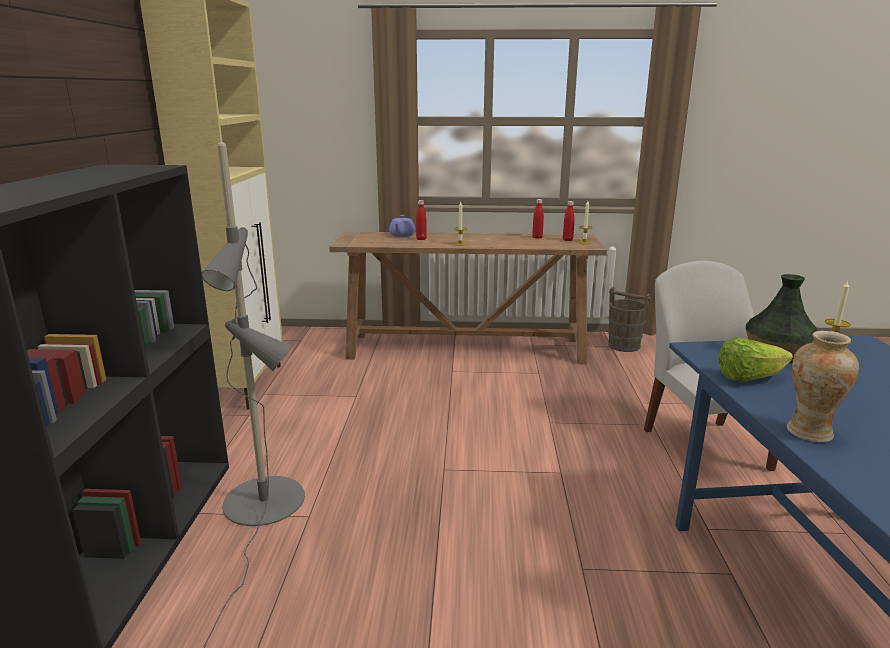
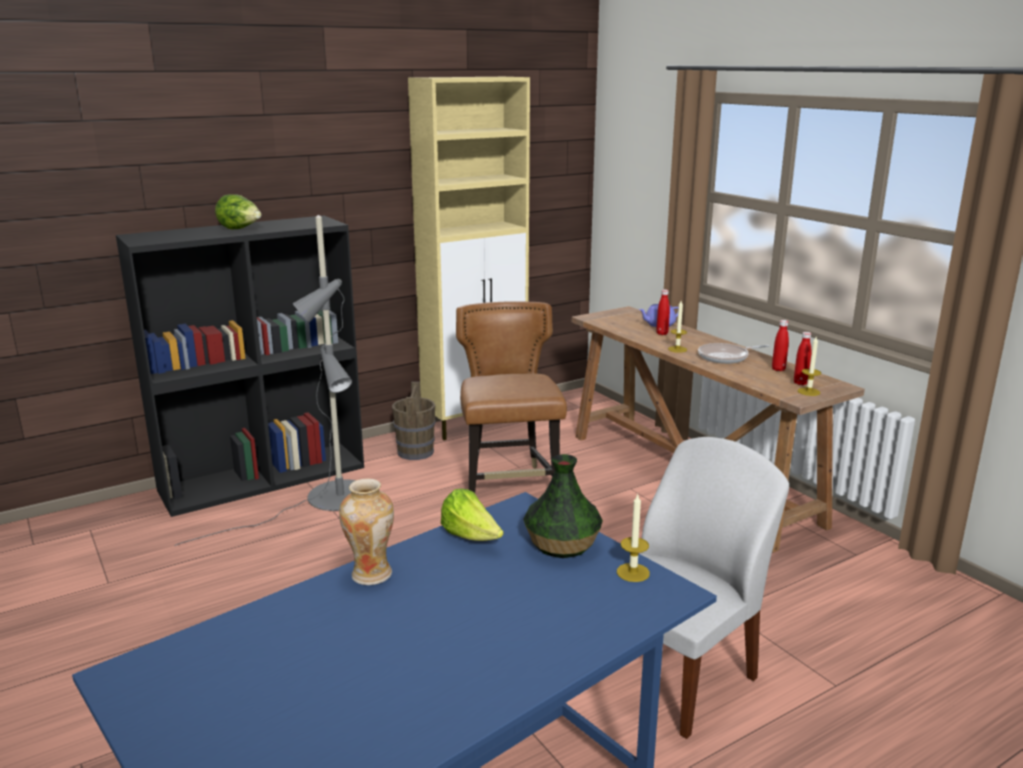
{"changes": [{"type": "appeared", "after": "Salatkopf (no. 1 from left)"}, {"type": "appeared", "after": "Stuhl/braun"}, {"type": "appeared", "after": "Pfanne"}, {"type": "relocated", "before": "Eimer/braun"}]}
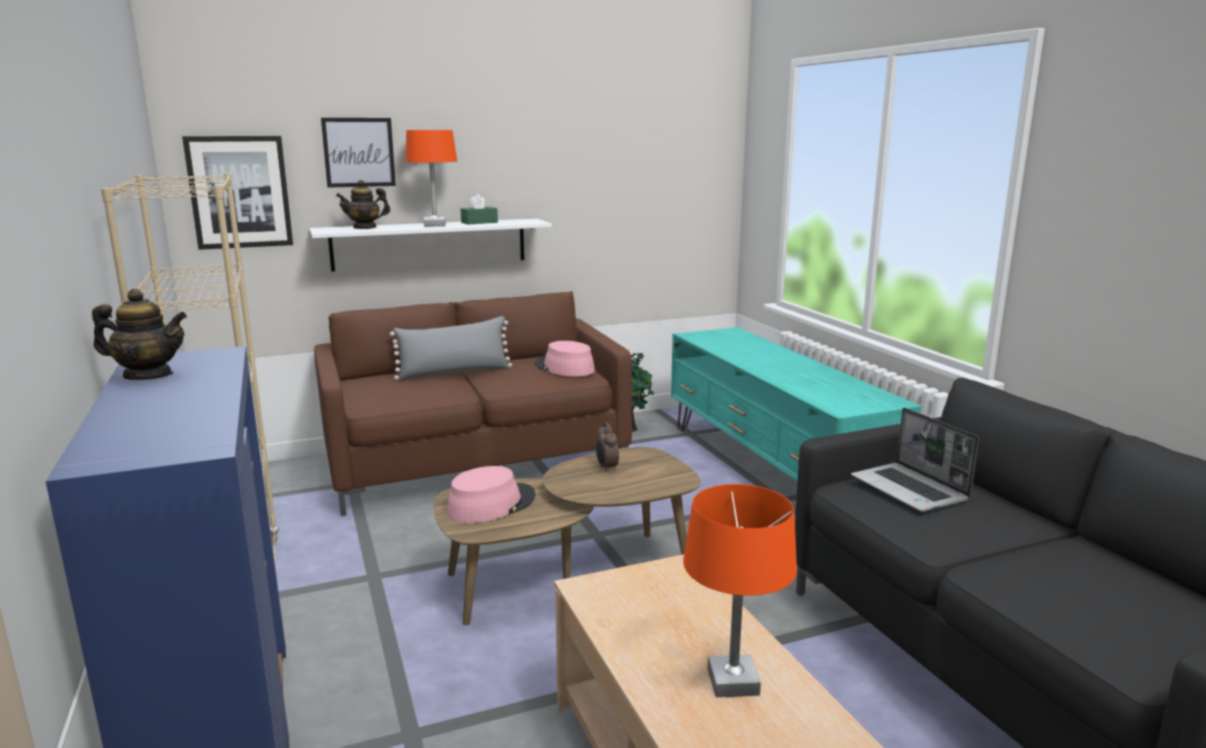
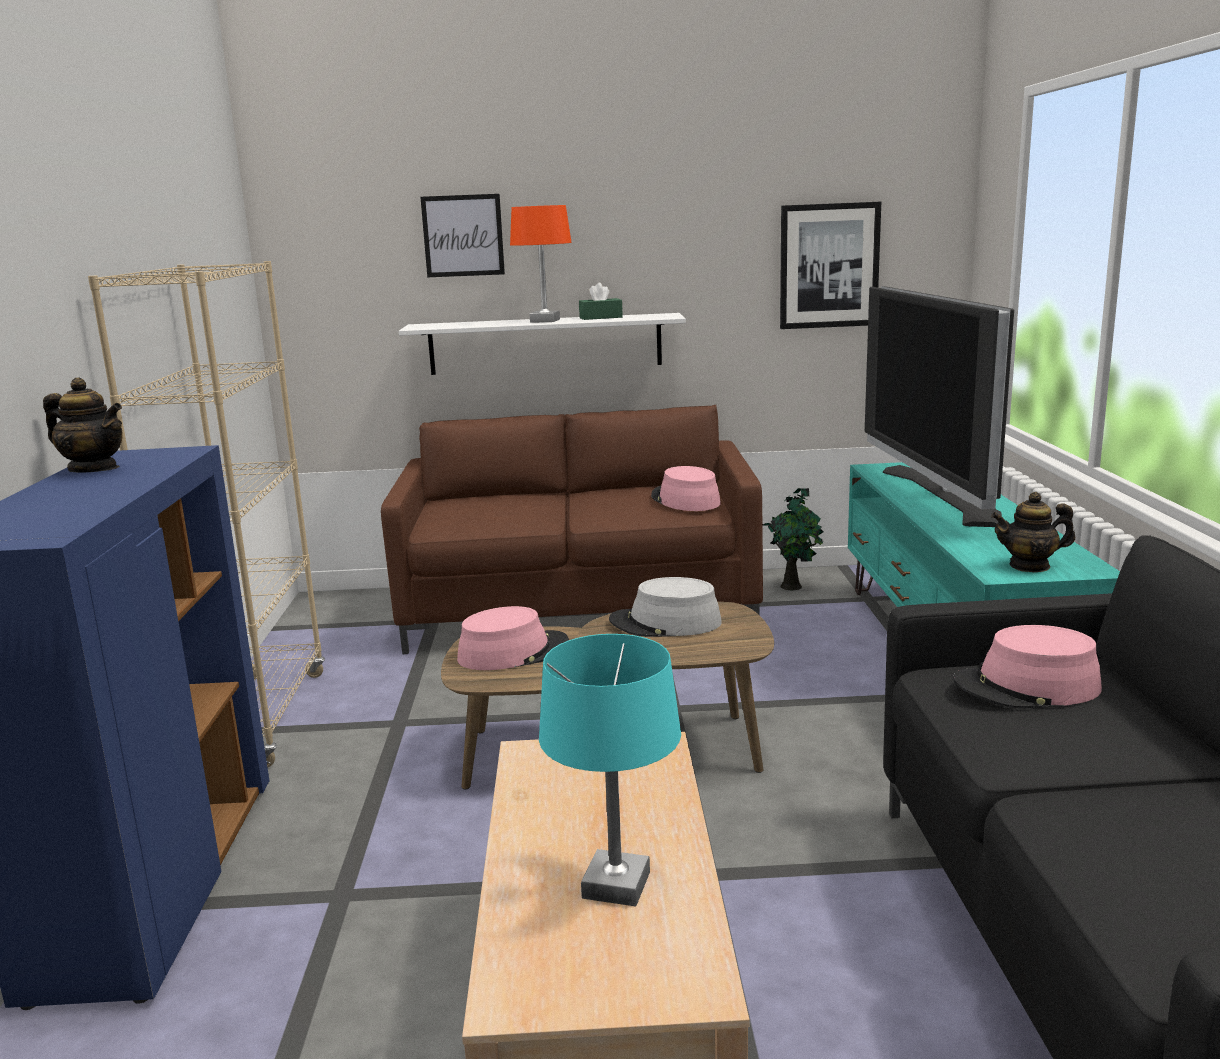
{"changes": [{"type": "missing", "before": "Kissen/grau"}, {"type": "appeared", "after": "Fernseher"}, {"type": "relocated", "before": "Bild (no. 1 from left in the first image)", "after": "Bild (no. 2 from left)"}, {"type": "relocated", "before": "Teekanne (no. 2 from left)"}, {"type": "exchanged", "before": "Wecker", "after": "Hut/grau"}, {"type": "exchanged", "before": "Laptop", "after": "Hut/rosa (no. 3 from left)"}, {"type": "colour", "before": "Tischlampe/orange (no. 2 from left)", "after": "Tischlampe/türkis"}]}
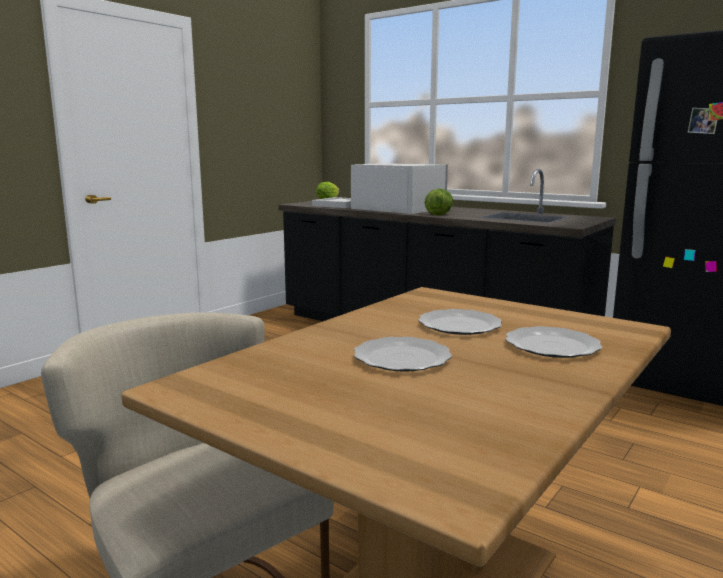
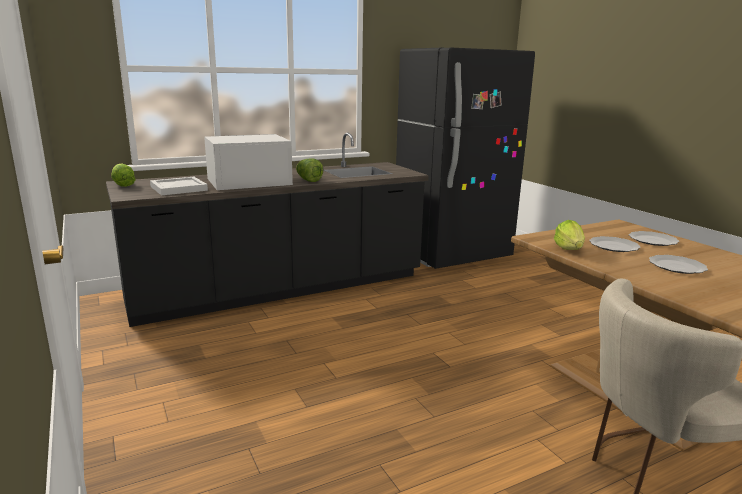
{"changes": [{"type": "appeared", "after": "Salatkopf (no. 3 from left)"}]}
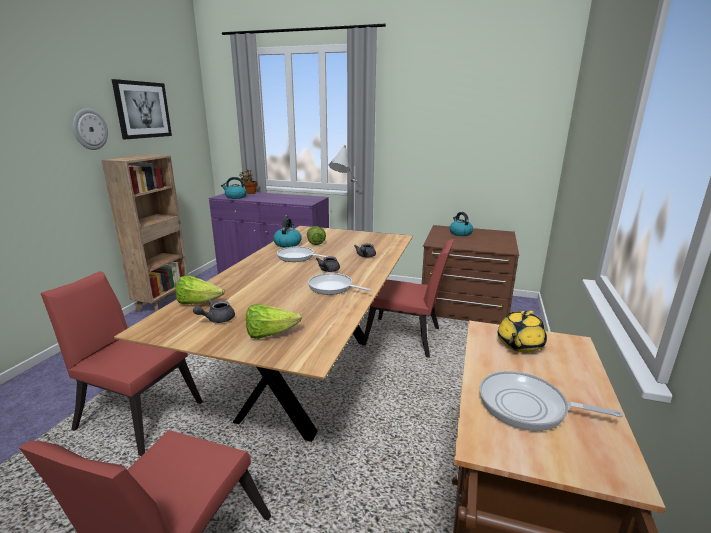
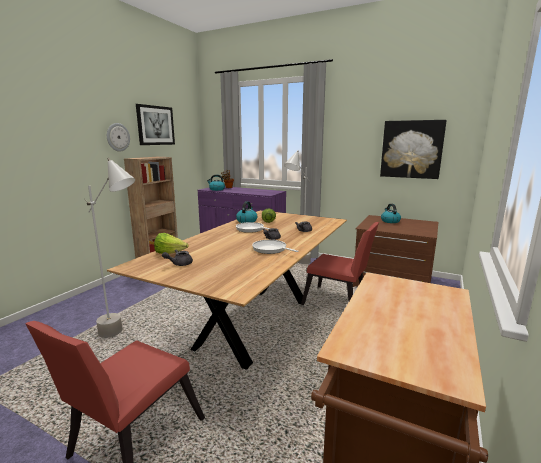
{"changes": [{"type": "missing", "before": "Salatkopf (no. 2 from left)"}, {"type": "missing", "before": "Pfanne (no. 3 from left)"}, {"type": "missing", "before": "Teekanne/gelb"}, {"type": "appeared", "after": "Bild (no. 2 from left)"}, {"type": "exchanged", "before": "Stuhl/rot (no. 1 from left)", "after": "Stehlampe/grau (no. 1 from left)"}]}
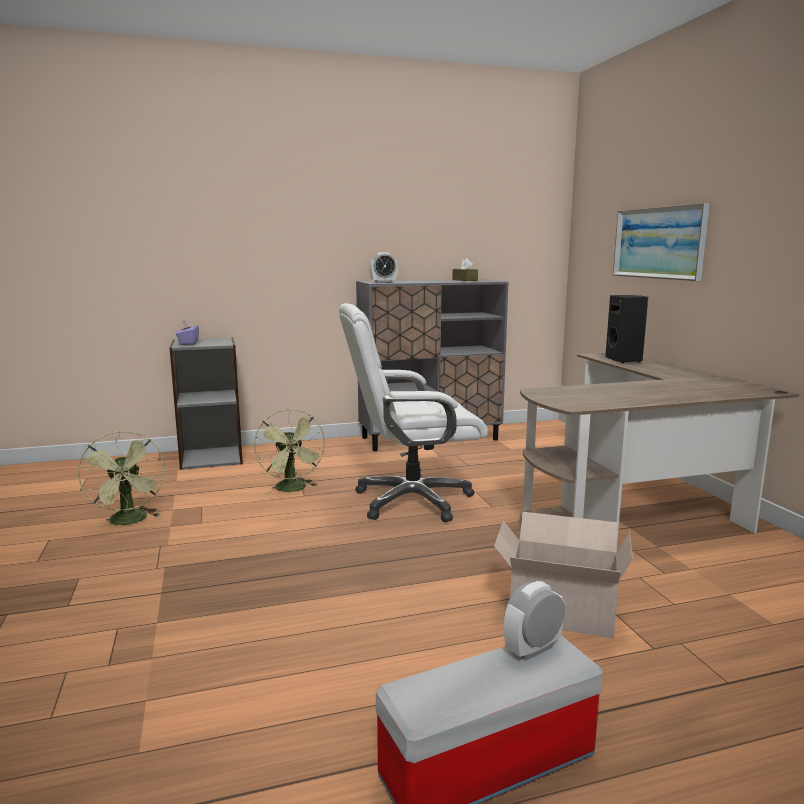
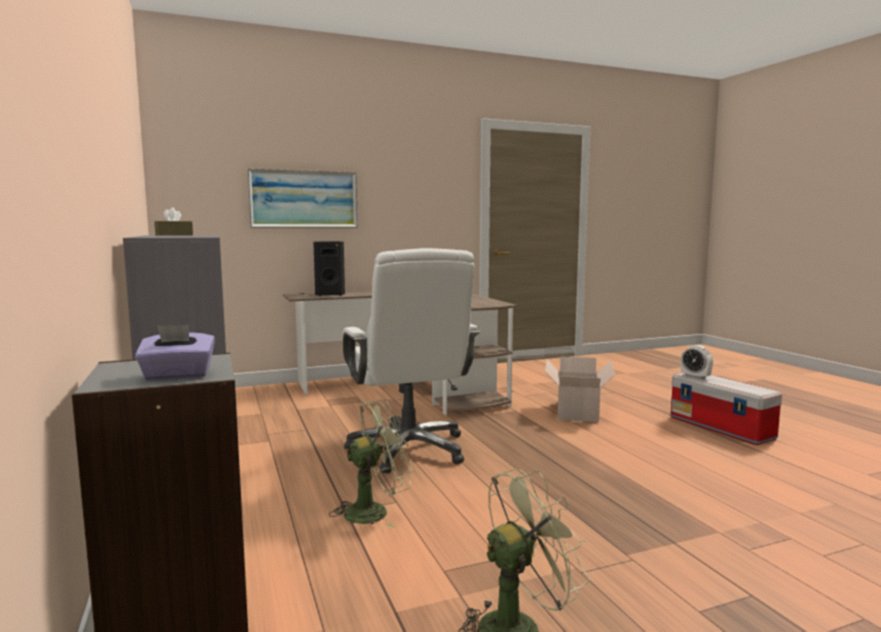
{"changes": [{"type": "missing", "before": "Wecker (no. 1 from left)"}]}
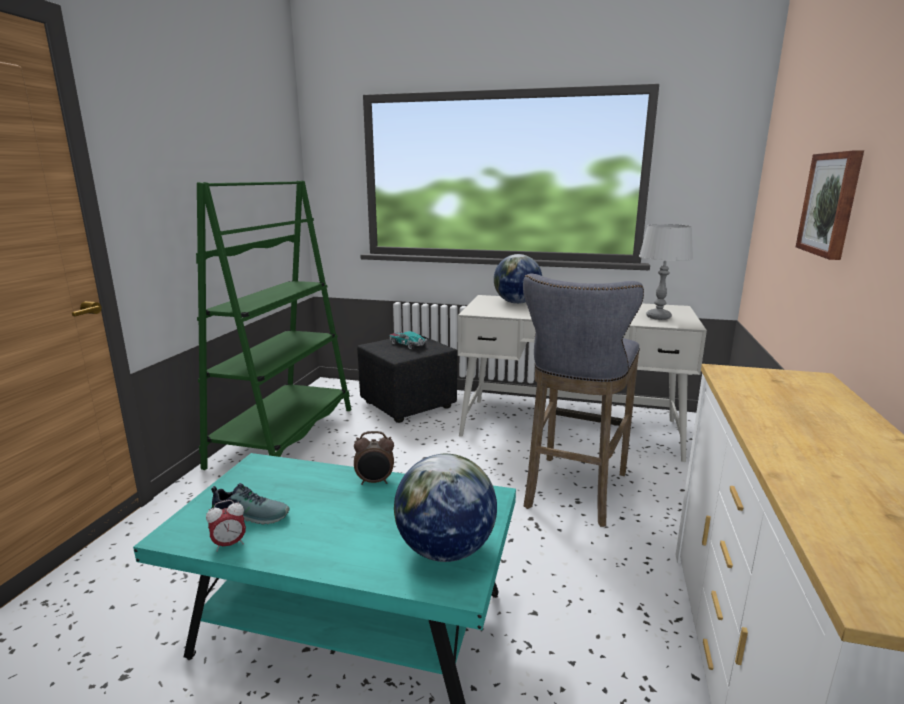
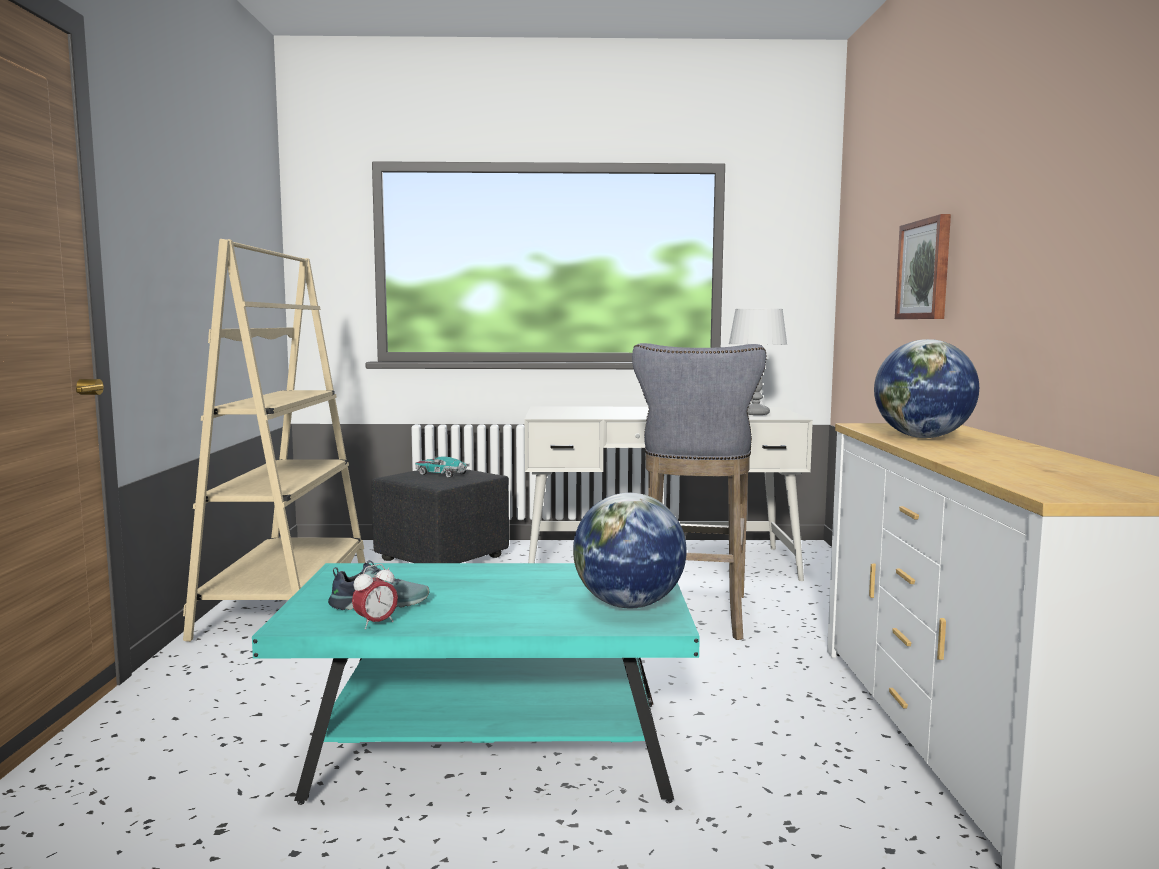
{"changes": [{"type": "missing", "before": "Wecker (no. 2 from left)"}, {"type": "relocated", "before": "Globus (no. 2 from left)"}, {"type": "colour", "before": "Bücherregal/grün", "after": "Bücherregal/beige"}]}
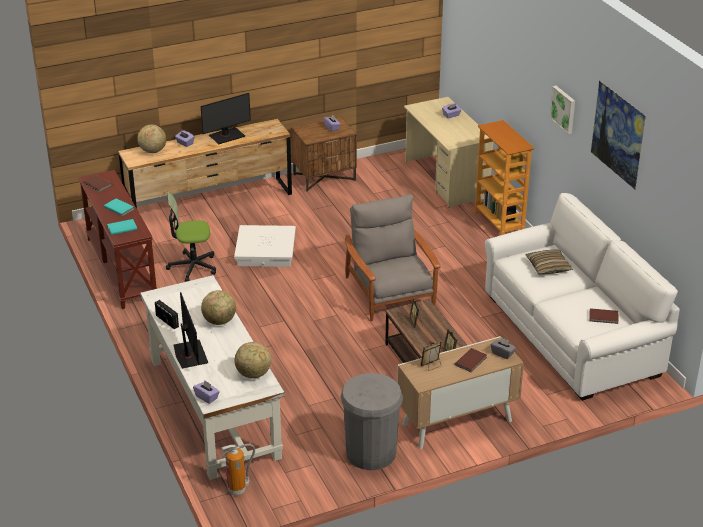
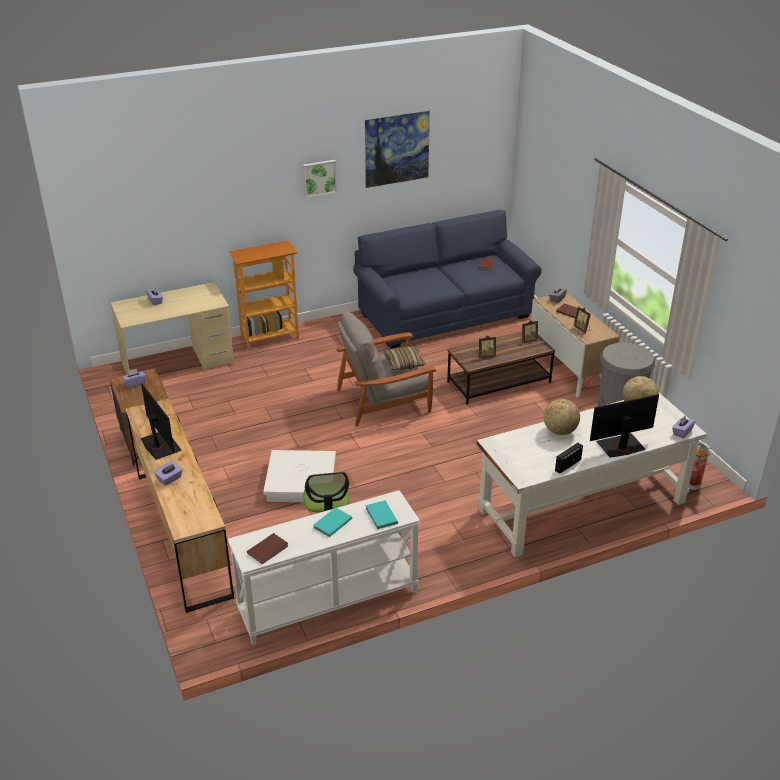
{"changes": [{"type": "missing", "before": "Globus (no. 1 from left)"}, {"type": "relocated", "before": "Kissen"}, {"type": "colour", "before": "Konsolentisch/braun", "after": "Konsolentisch/weiß"}, {"type": "colour", "before": "Sofa/weiß", "after": "Sofa/blau"}]}
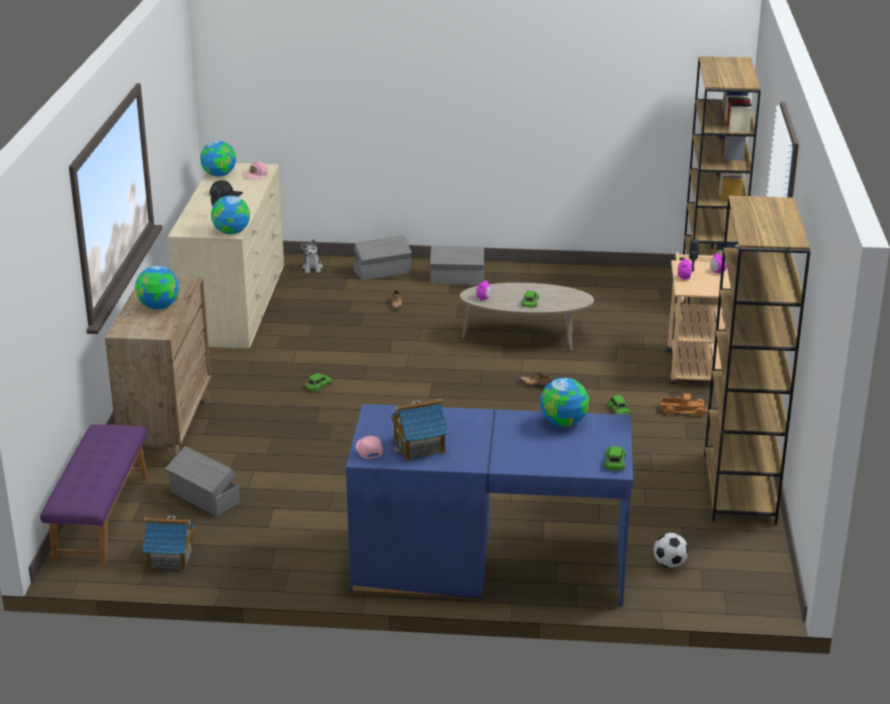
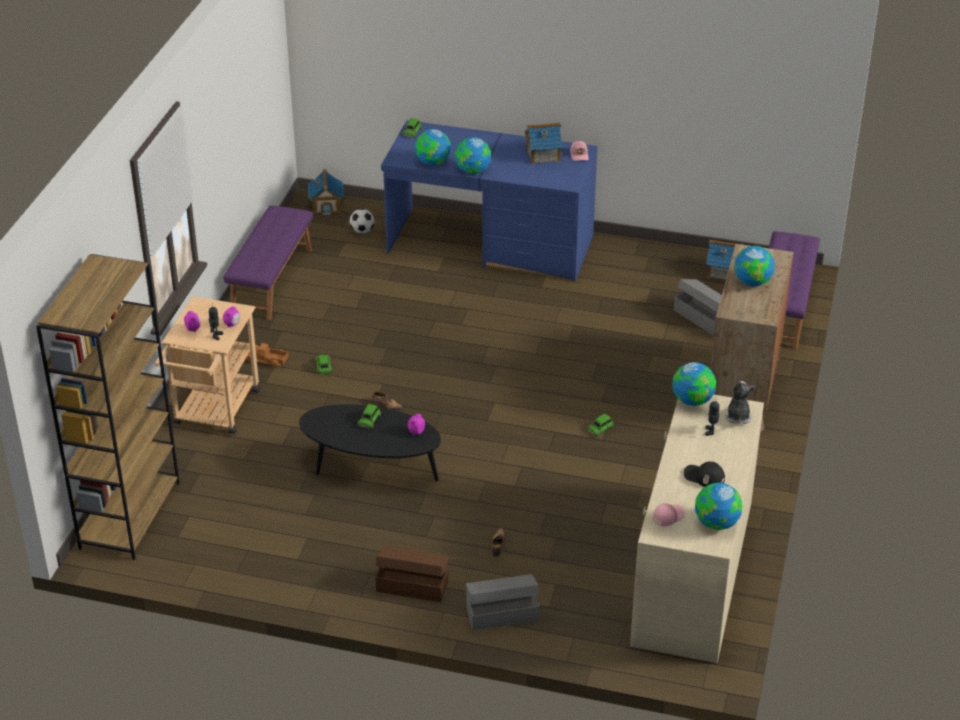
{"changes": [{"type": "appeared", "after": "Spielzeughaus (no. 1 from left)"}, {"type": "appeared", "after": "Globus (no. 2 from left)"}, {"type": "relocated", "before": "Plüschtier"}, {"type": "exchanged", "before": "Bücherregal/braun (no. 2 from left)", "after": "Bank/lila (no. 1 from left)"}, {"type": "colour", "before": "Aufbewahrungsbox/grau (no. 3 from left)", "after": "Aufbewahrungsbox/braun"}, {"type": "colour", "before": "Couchtisch/beige", "after": "Couchtisch/schwarz"}]}
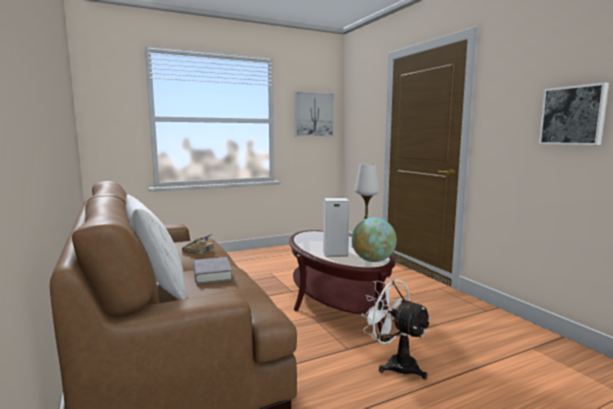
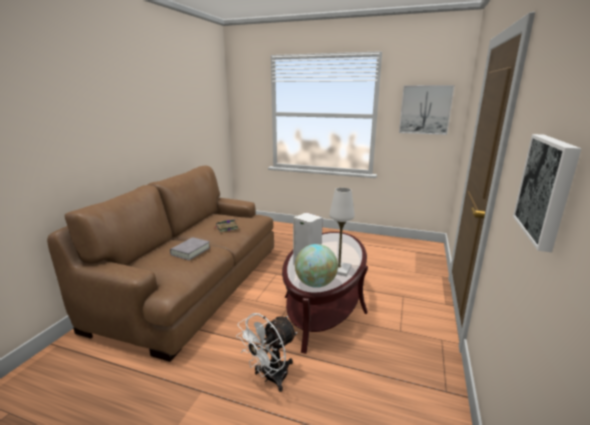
{"changes": [{"type": "missing", "before": "Kissen/weiß"}, {"type": "spun", "before": "Ventilator/weiß", "turn": -135}]}
